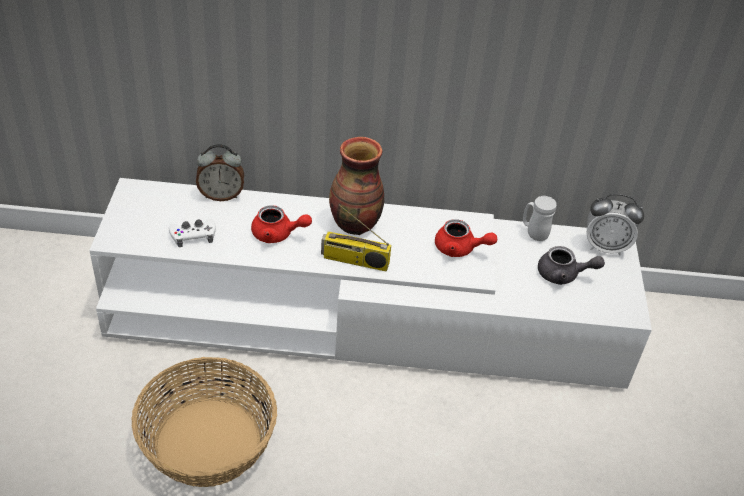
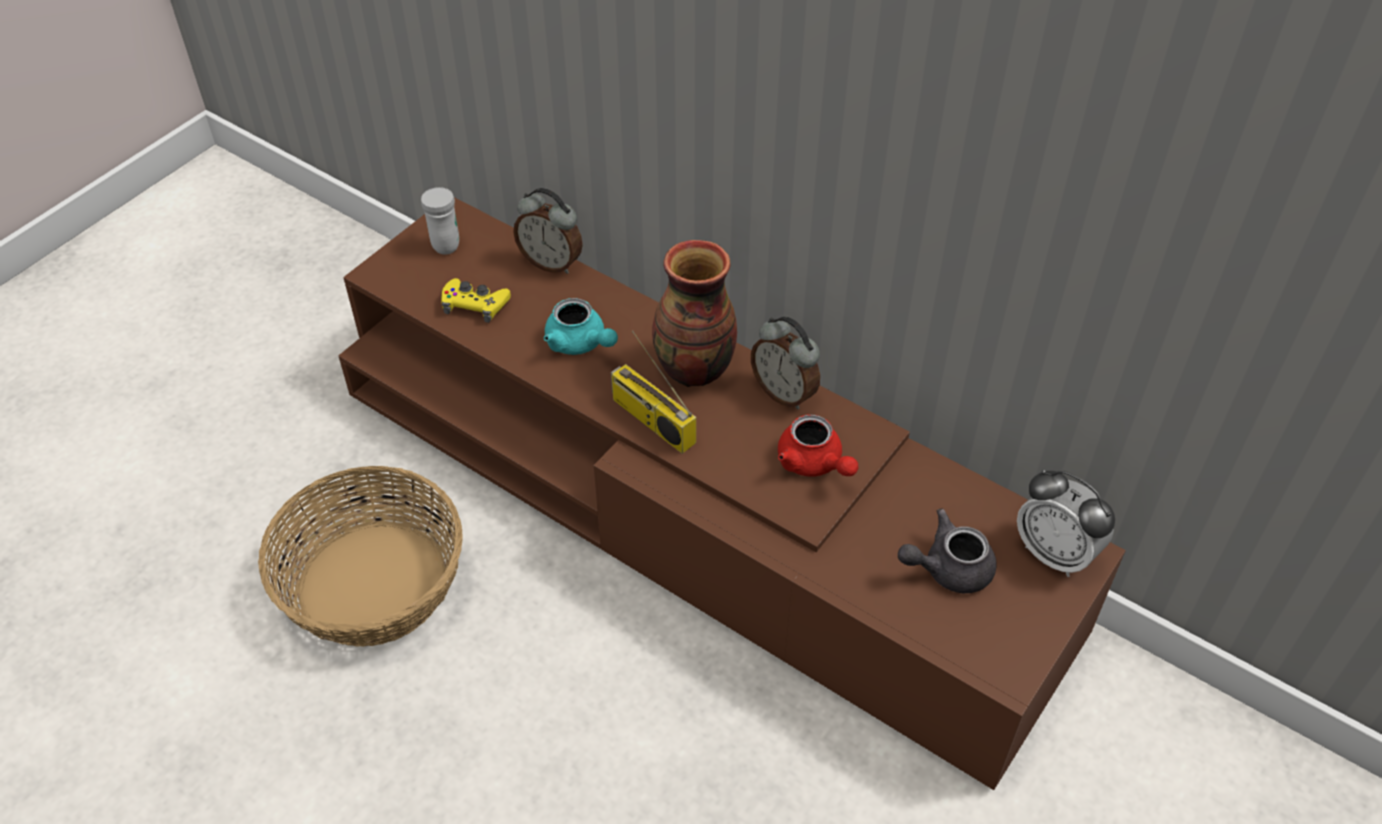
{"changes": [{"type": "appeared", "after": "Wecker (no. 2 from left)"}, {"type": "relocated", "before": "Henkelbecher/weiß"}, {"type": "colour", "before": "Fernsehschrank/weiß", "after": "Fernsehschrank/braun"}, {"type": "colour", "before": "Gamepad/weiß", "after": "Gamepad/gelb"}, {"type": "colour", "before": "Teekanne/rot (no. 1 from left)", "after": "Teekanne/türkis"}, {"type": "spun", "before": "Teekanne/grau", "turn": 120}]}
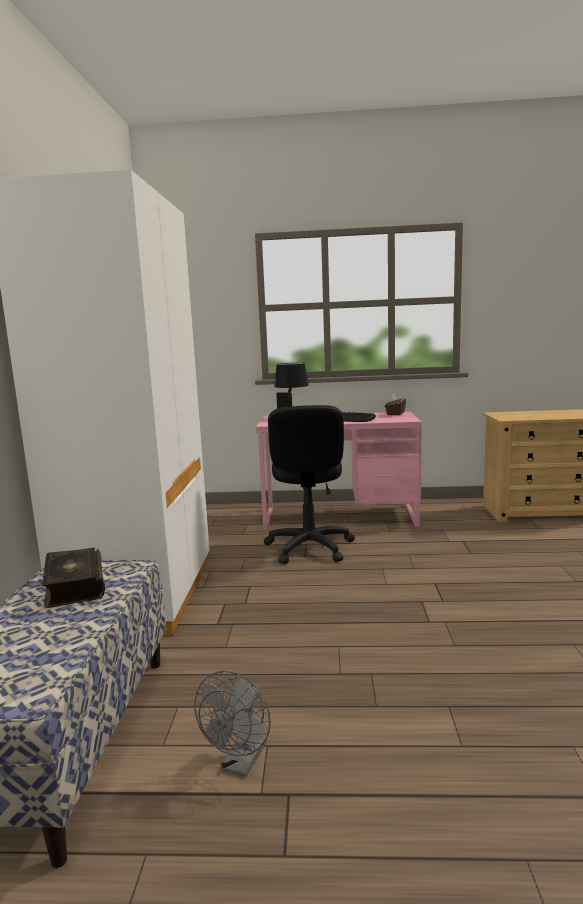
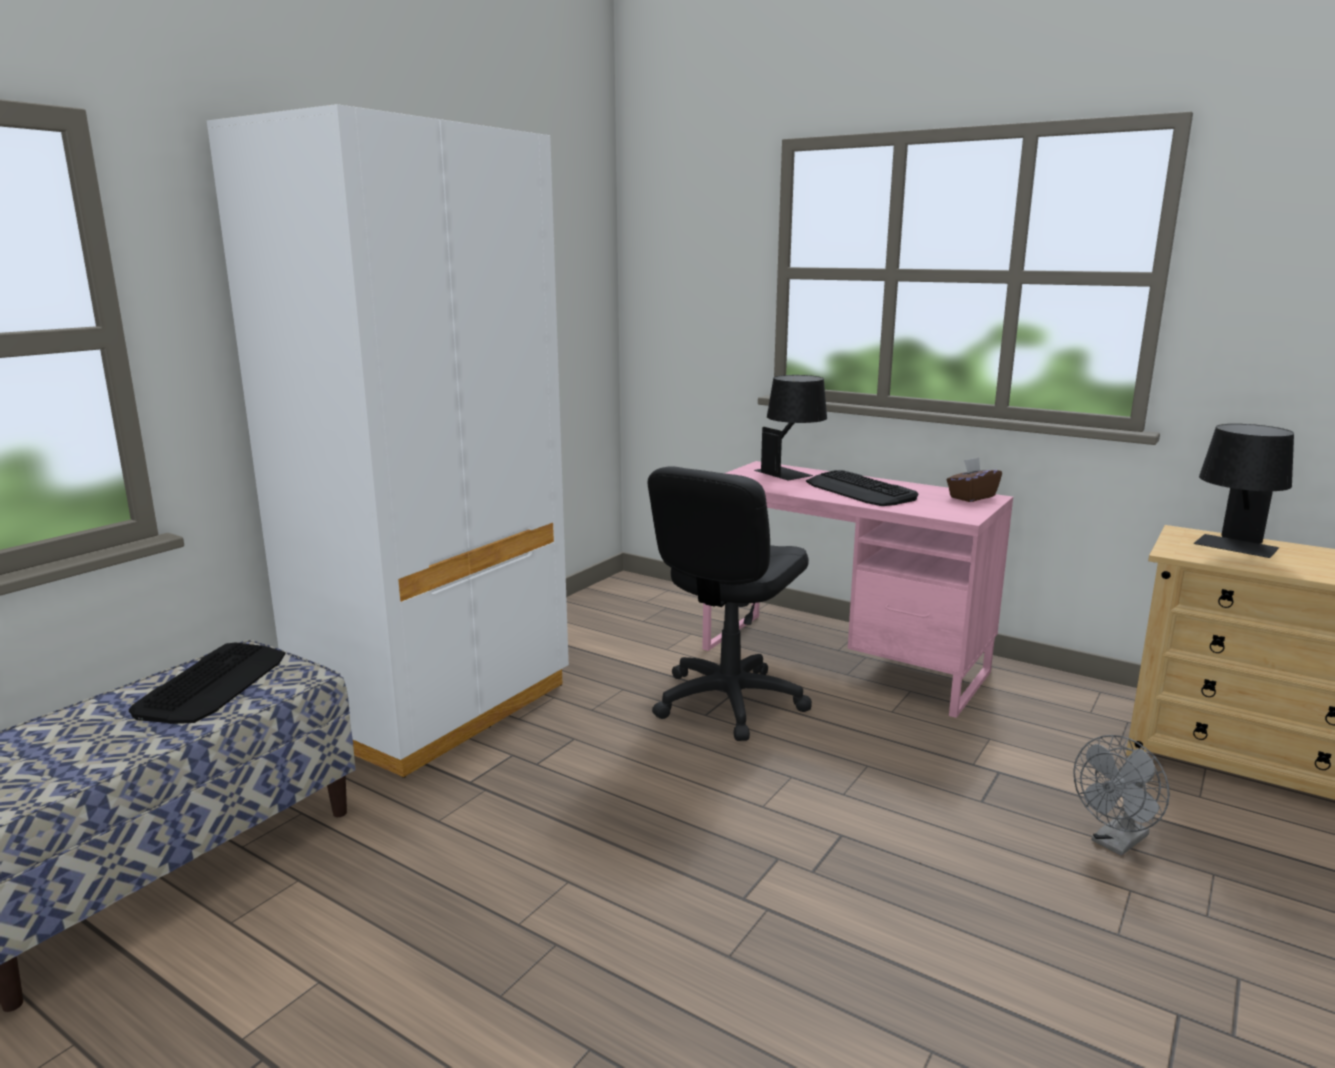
{"changes": [{"type": "appeared", "after": "Tischlampe/schwarz (no. 2 from left)"}, {"type": "relocated", "before": "Ventilator/grau"}, {"type": "exchanged", "before": "Buch", "after": "Tastatur (no. 1 from left)"}]}
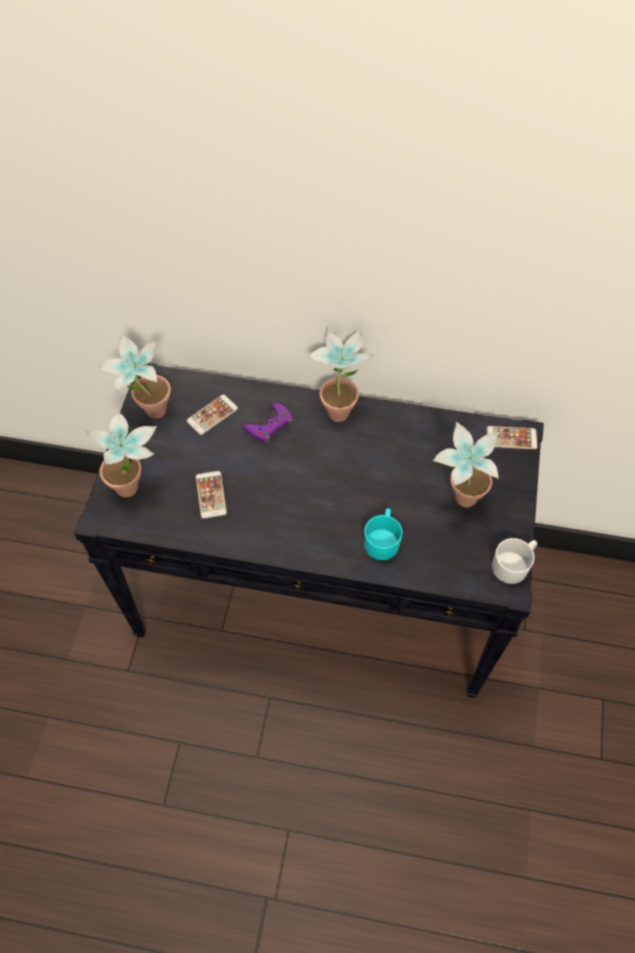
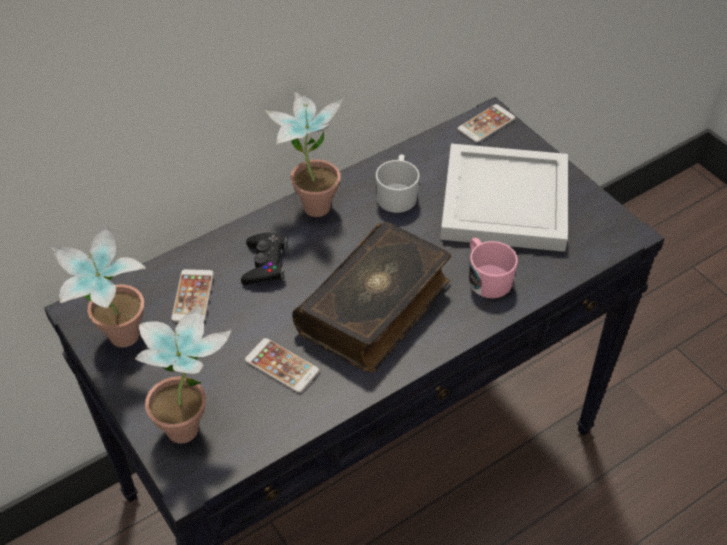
{"changes": [{"type": "appeared", "after": "Buch"}, {"type": "relocated", "before": "Henkelbecher/weiß"}, {"type": "exchanged", "before": "Topfpflanze (no. 4 from left)", "after": "Tablett/weiß"}, {"type": "colour", "before": "Gamepad/lila", "after": "Gamepad/schwarz"}, {"type": "colour", "before": "Henkelbecher/türkis", "after": "Henkelbecher/rosa"}]}
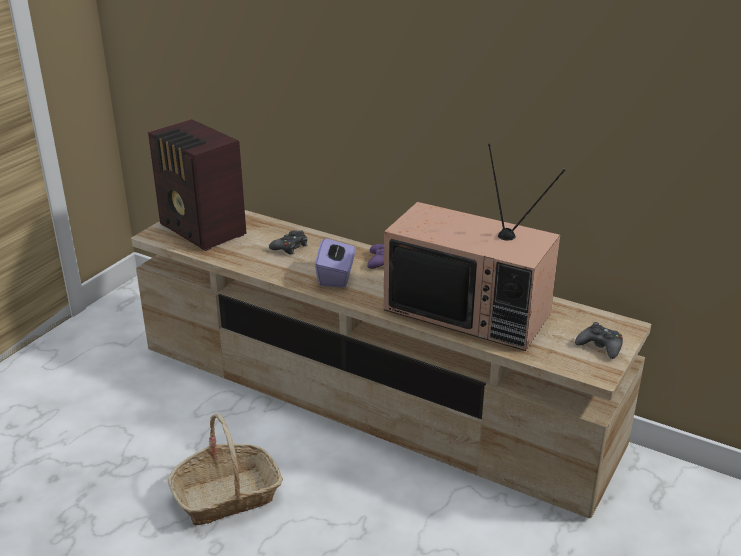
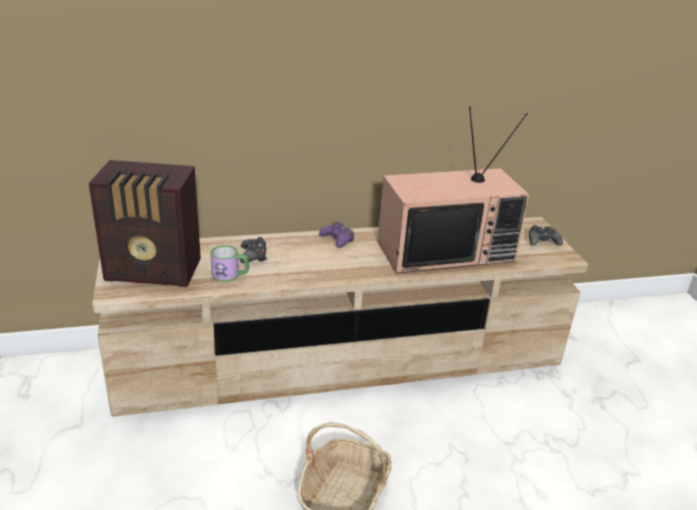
{"changes": [{"type": "missing", "before": "Taschentuchbox/lila"}, {"type": "appeared", "after": "Henkelbecher"}]}
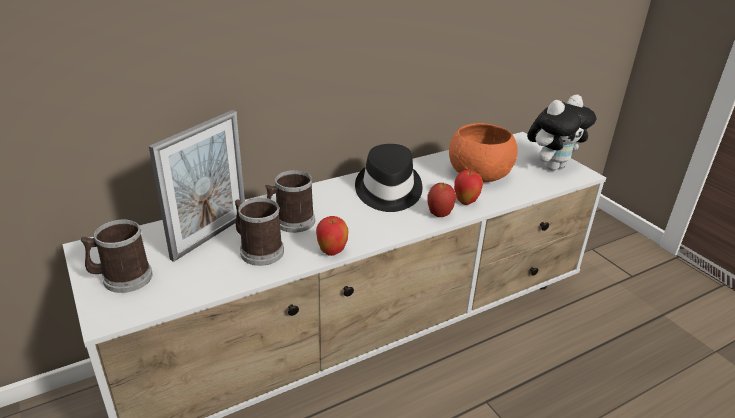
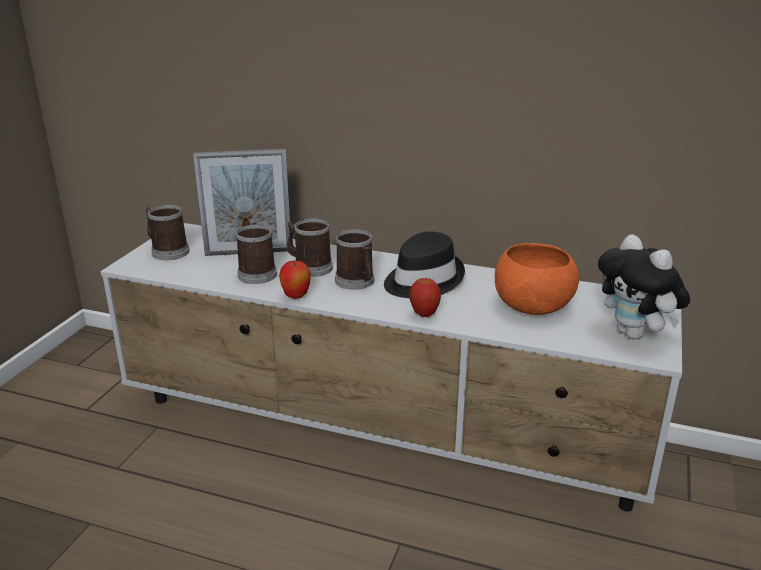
{"changes": [{"type": "missing", "before": "Apfel (no. 3 from left)"}, {"type": "appeared", "after": "Henkelbecher (no. 4 from left)"}, {"type": "spun", "before": "Plüschtier", "turn": 45}]}
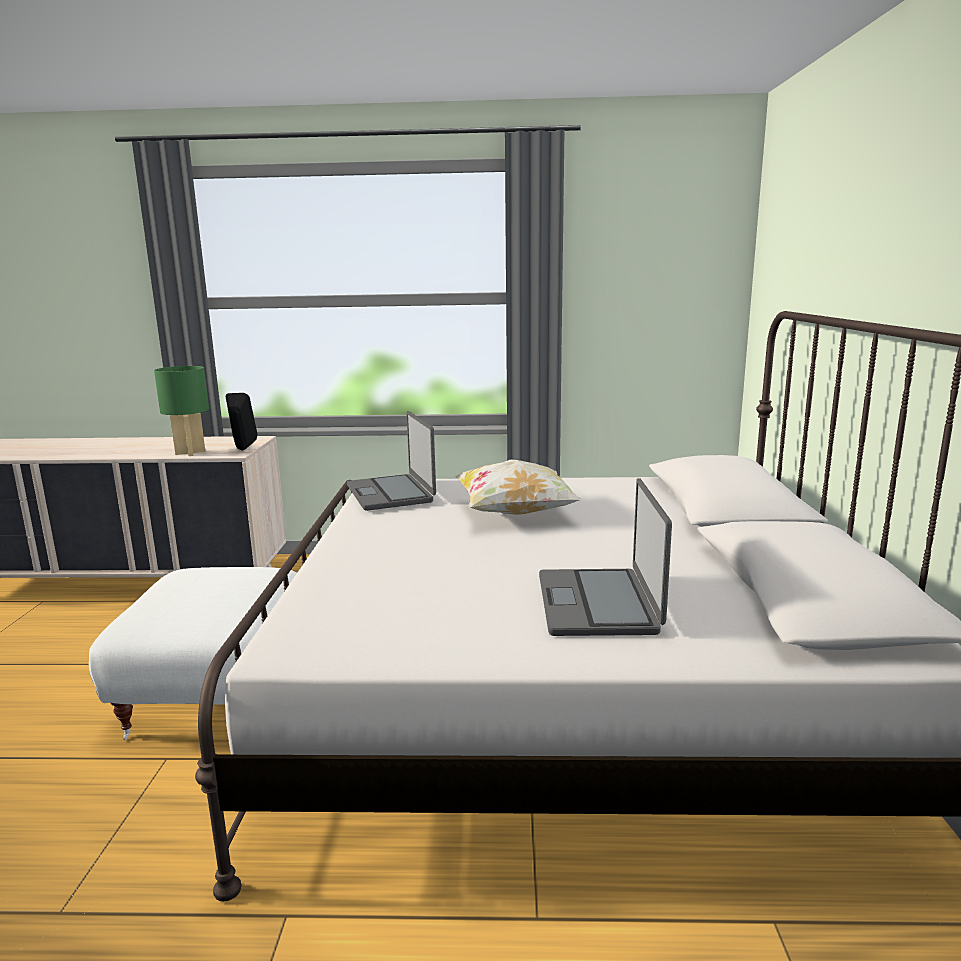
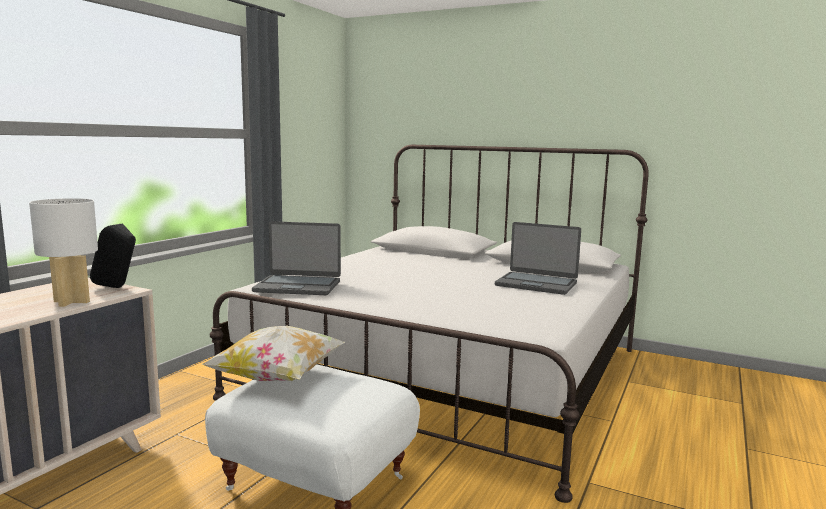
{"changes": [{"type": "relocated", "before": "Kissen"}, {"type": "colour", "before": "Tischlampe/grün", "after": "Tischlampe/weiß"}]}
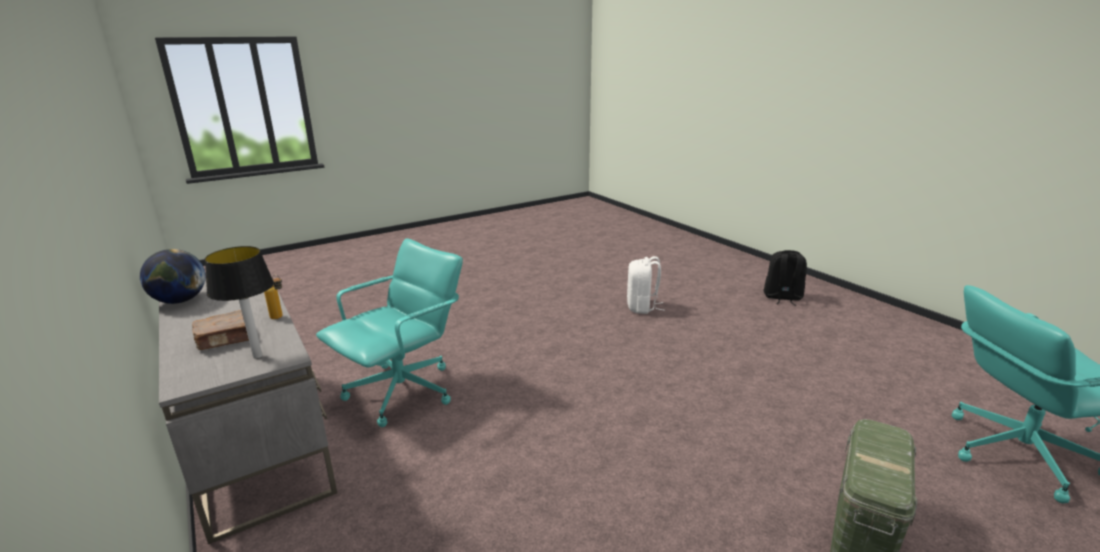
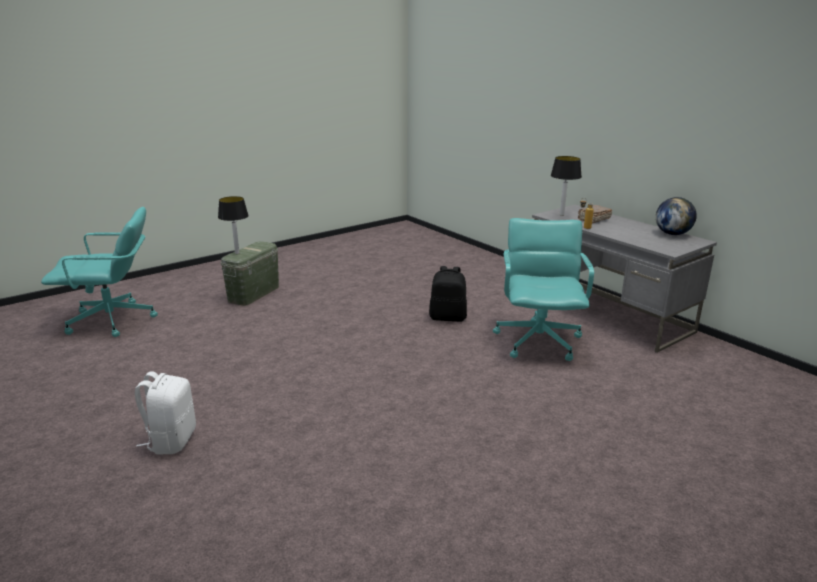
{"changes": [{"type": "appeared", "after": "Tischlampe (no. 1 from left)"}, {"type": "relocated", "before": "Rucksack/weiß"}, {"type": "relocated", "before": "Rucksack/schwarz"}, {"type": "spun", "before": "Bürostuhl/türkis (no. 1 from left in the first image)", "turn": 150}]}
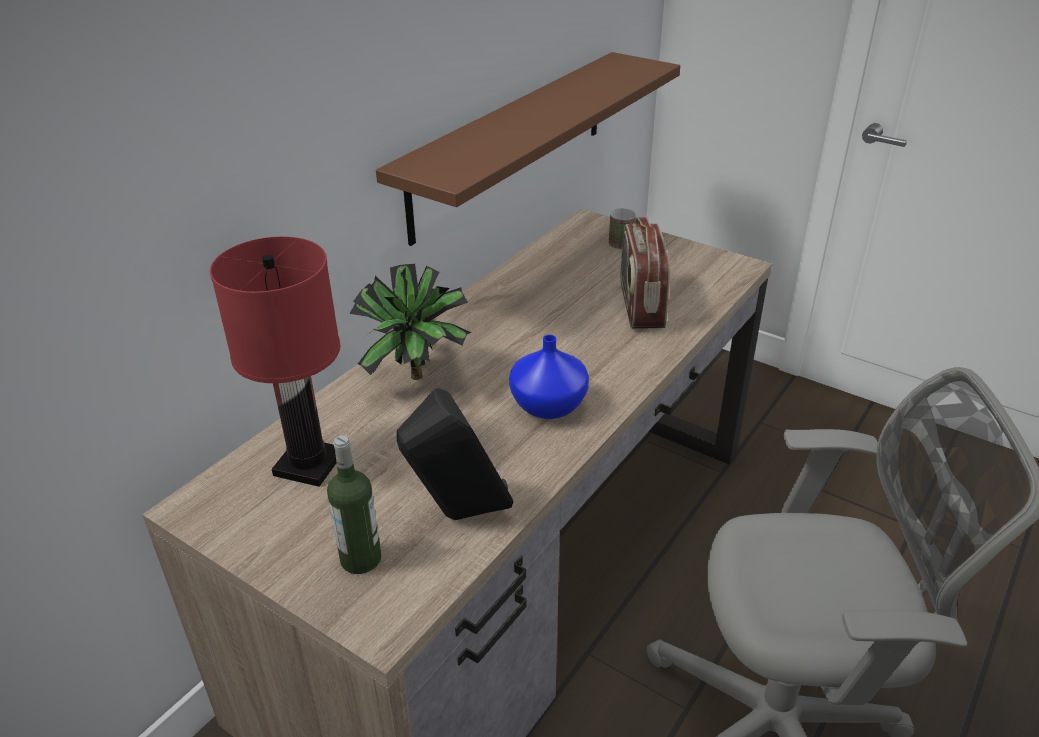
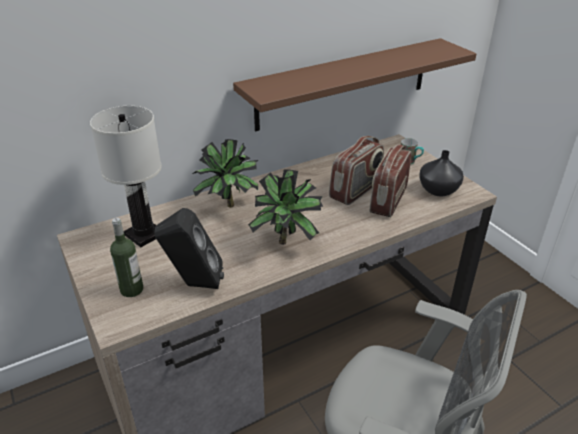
{"changes": [{"type": "appeared", "after": "Radio (no. 1 from left)"}, {"type": "appeared", "after": "Vase/schwarz"}, {"type": "exchanged", "before": "Vase/blau", "after": "Topfpflanze (no. 2 from left)"}, {"type": "colour", "before": "Tischlampe/rot", "after": "Tischlampe/weiß"}]}
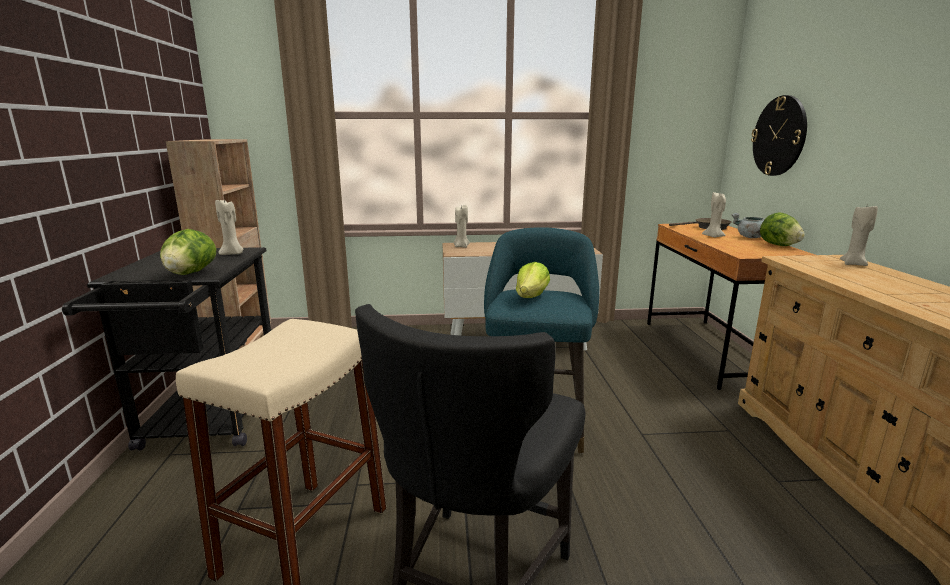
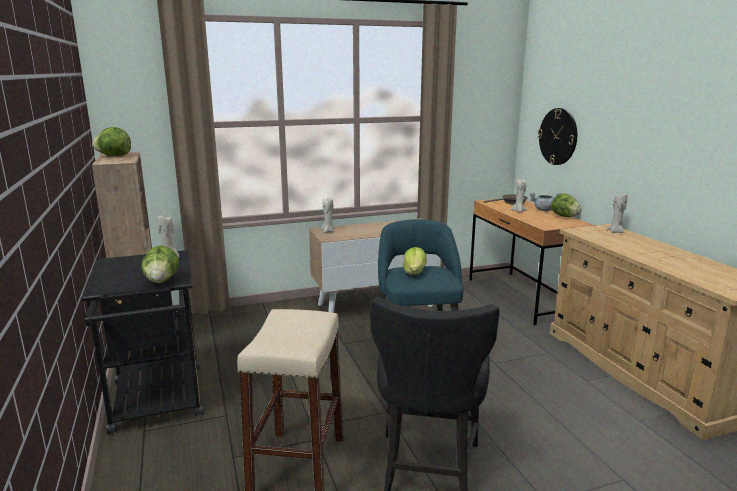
{"changes": [{"type": "appeared", "after": "Salatkopf (no. 1 from left)"}]}
